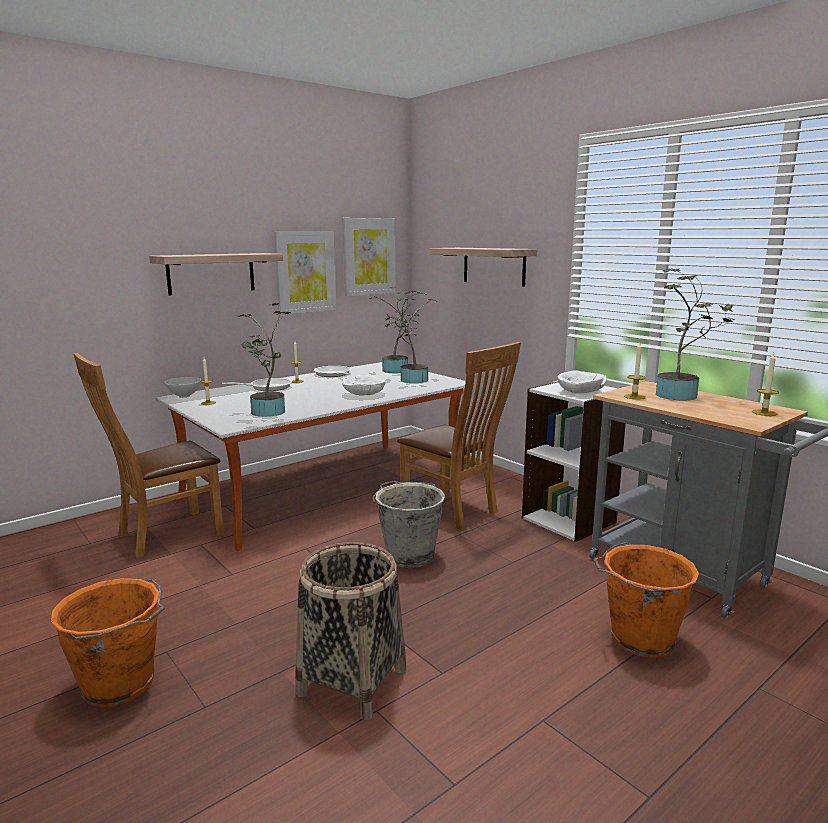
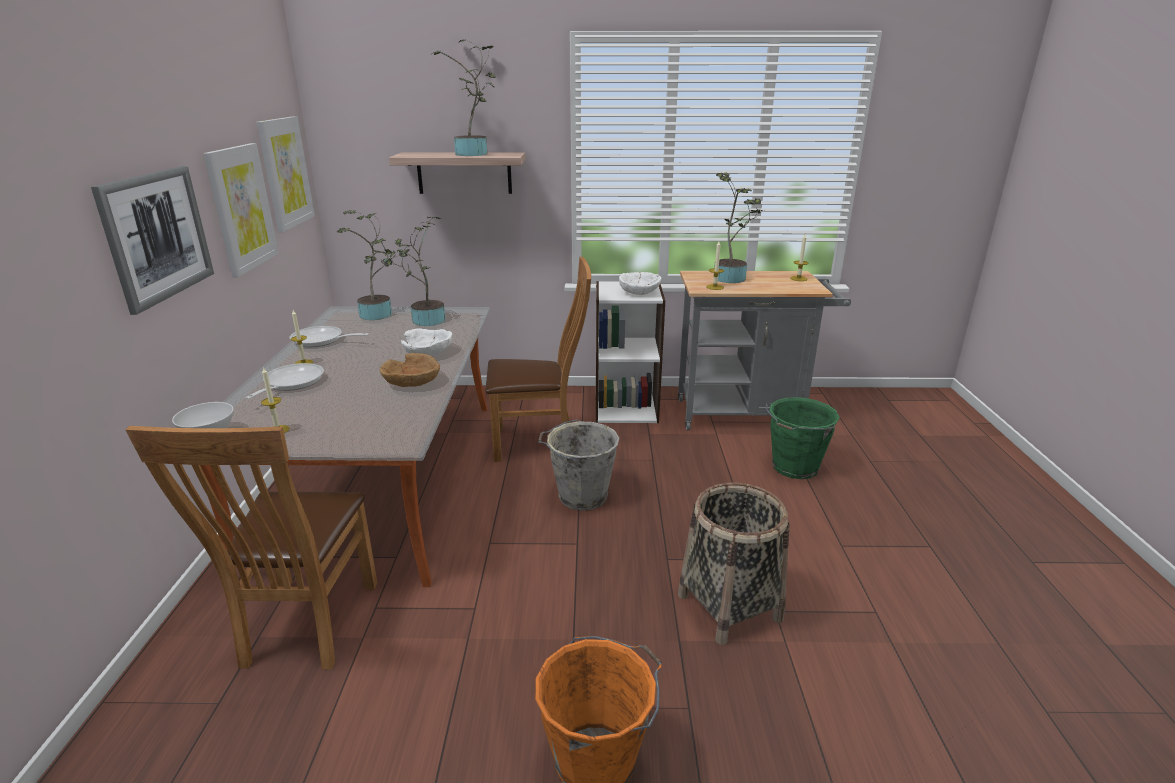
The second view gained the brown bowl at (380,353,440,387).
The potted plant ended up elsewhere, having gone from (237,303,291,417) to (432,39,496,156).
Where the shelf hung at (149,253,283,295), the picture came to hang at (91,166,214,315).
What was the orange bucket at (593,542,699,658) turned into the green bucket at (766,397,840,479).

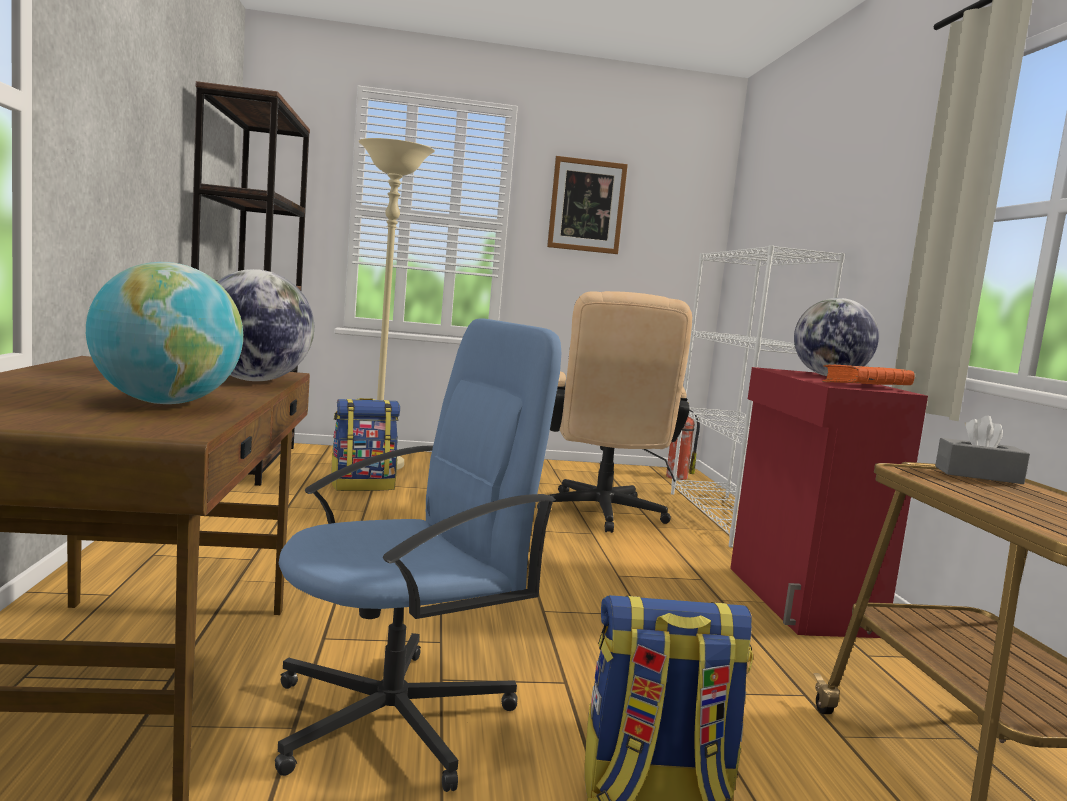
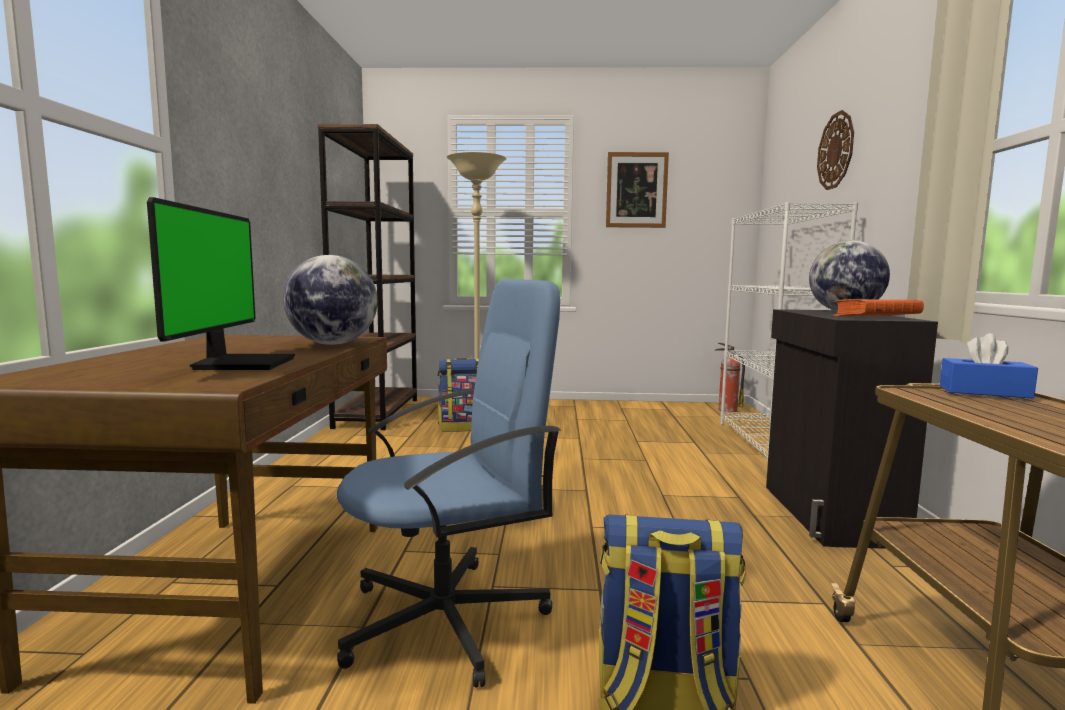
The second view lost the beige office chair at (537,291,692,533).
The second view gained the wall clock at (817,110,854,190).
Where the globe stood at (86,262,243,404), the monitor came to stand at (147,197,295,370).
What was the red cabinet at (730,367,928,638) turned into the black cabinet at (766,309,938,549).
What was the grey tissue box at (935,415,1030,484) turned into the blue tissue box at (940,333,1038,399).

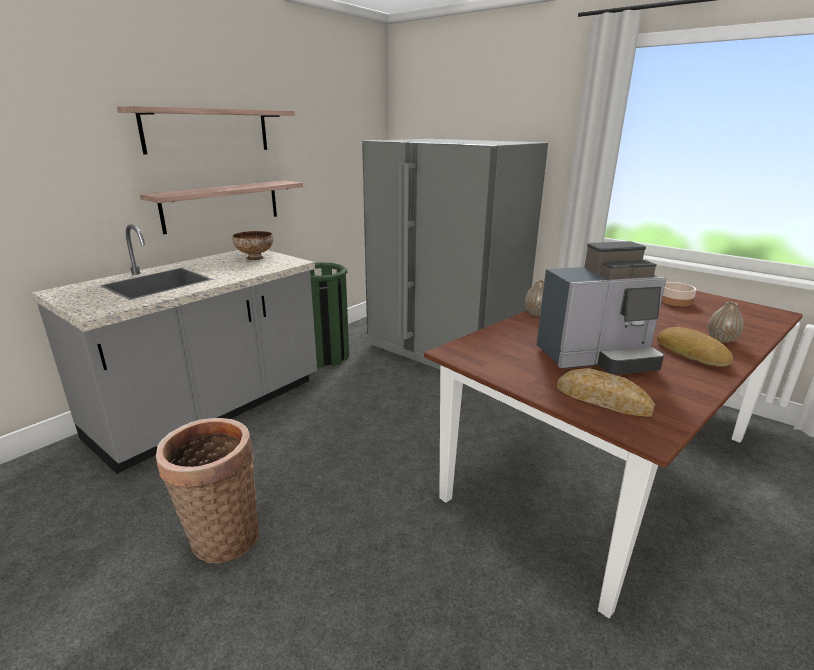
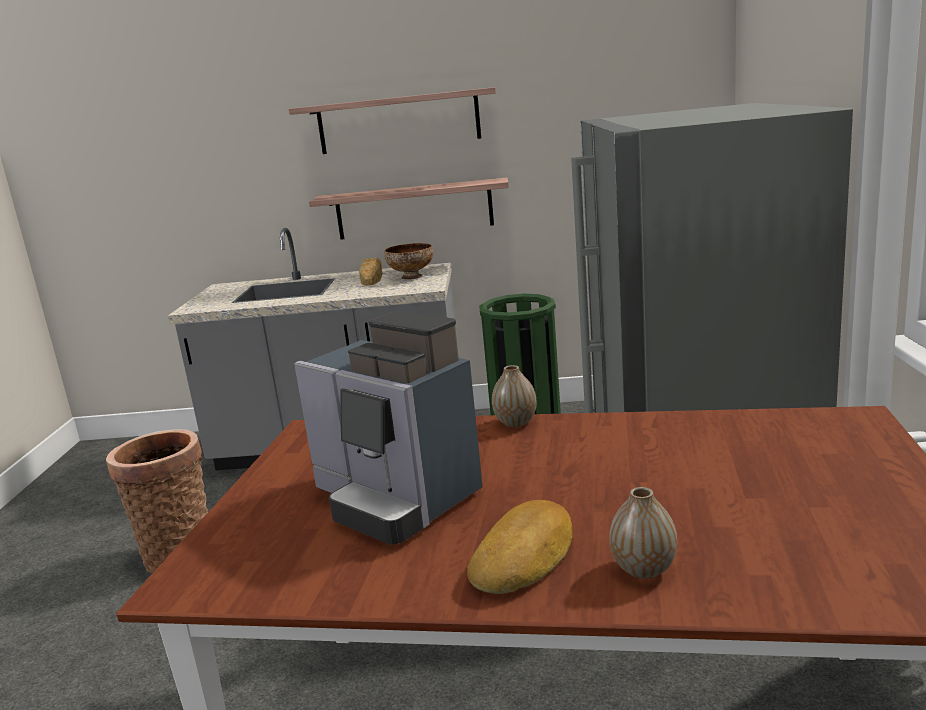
The second view lost the bowl at (661,282,696,306).
The bread ended up elsewhere, having gone from (557,368,655,417) to (359,258,383,286).

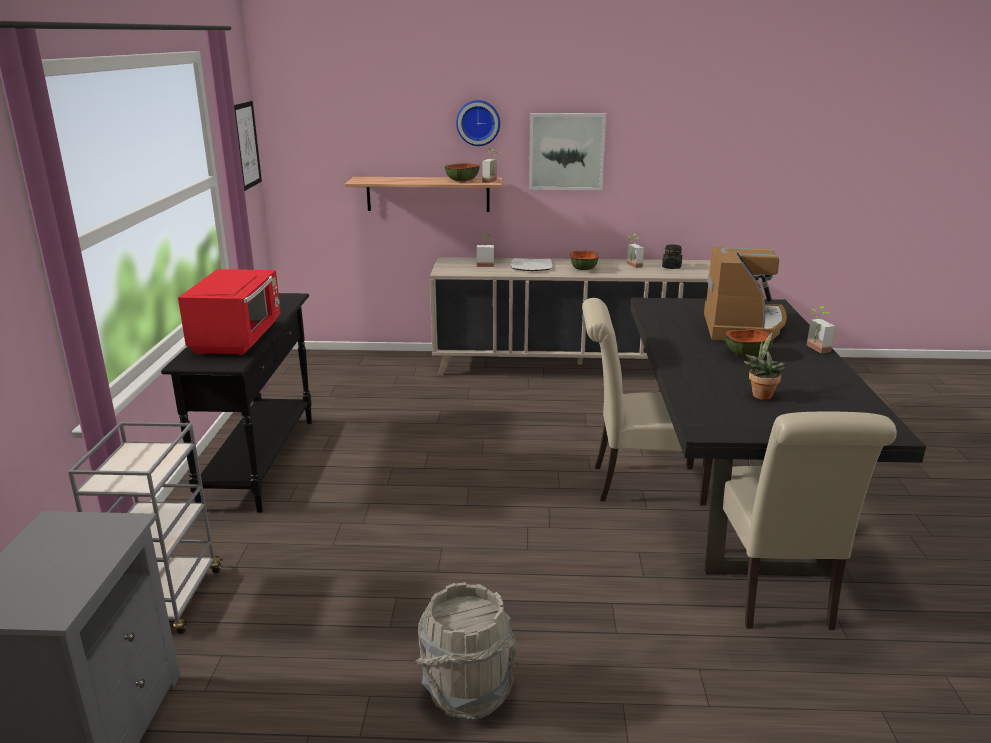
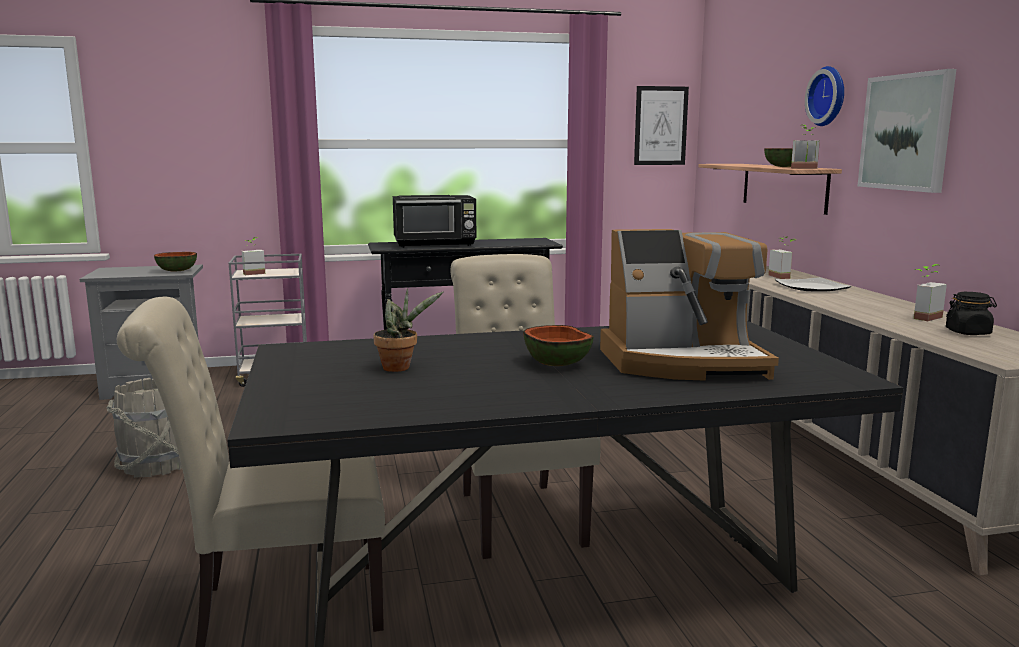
The bowl ended up elsewhere, having gone from (570,251,598,270) to (154,252,197,271).
The potted plant ended up elsewhere, having gone from (807,306,835,353) to (242,237,265,275).
What was the red microwave at (178,269,281,355) turned into the black microwave at (393,195,476,248).

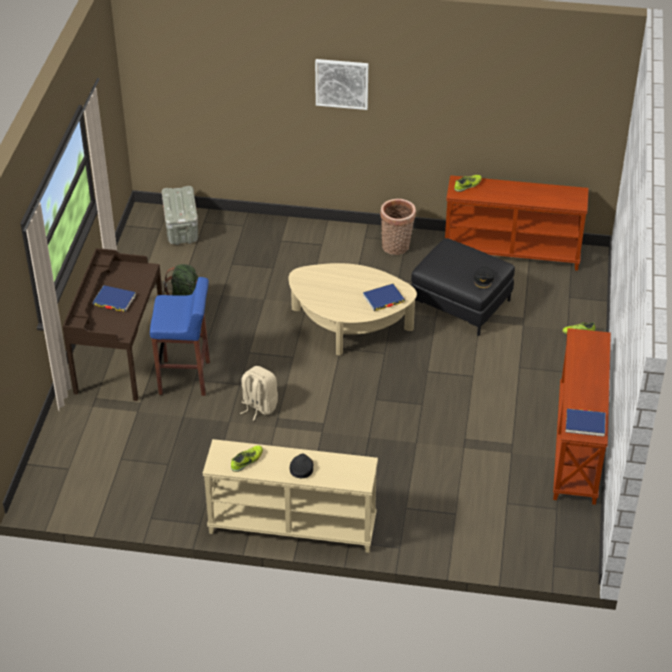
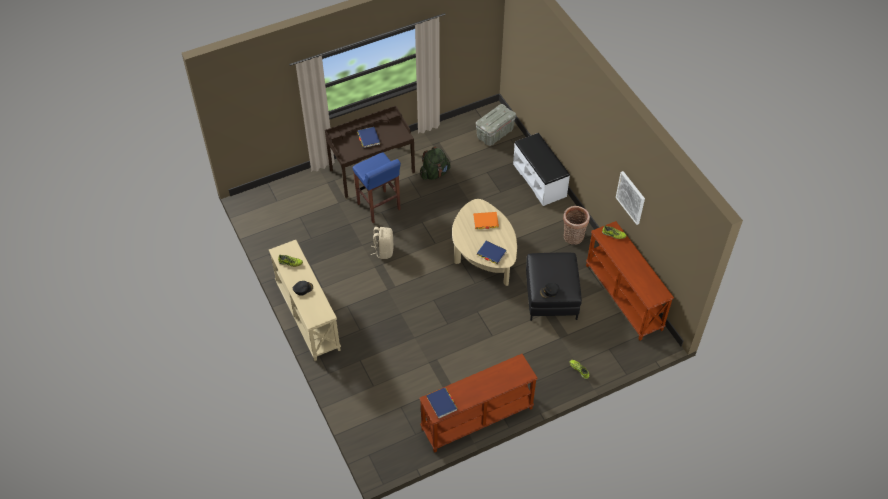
The second view gained the orange book at (473,212,499,229).
The second view gained the white bench at (513,133,570,206).
The picture ended up elsewhere, having gone from (315,59,368,110) to (616,171,645,225).

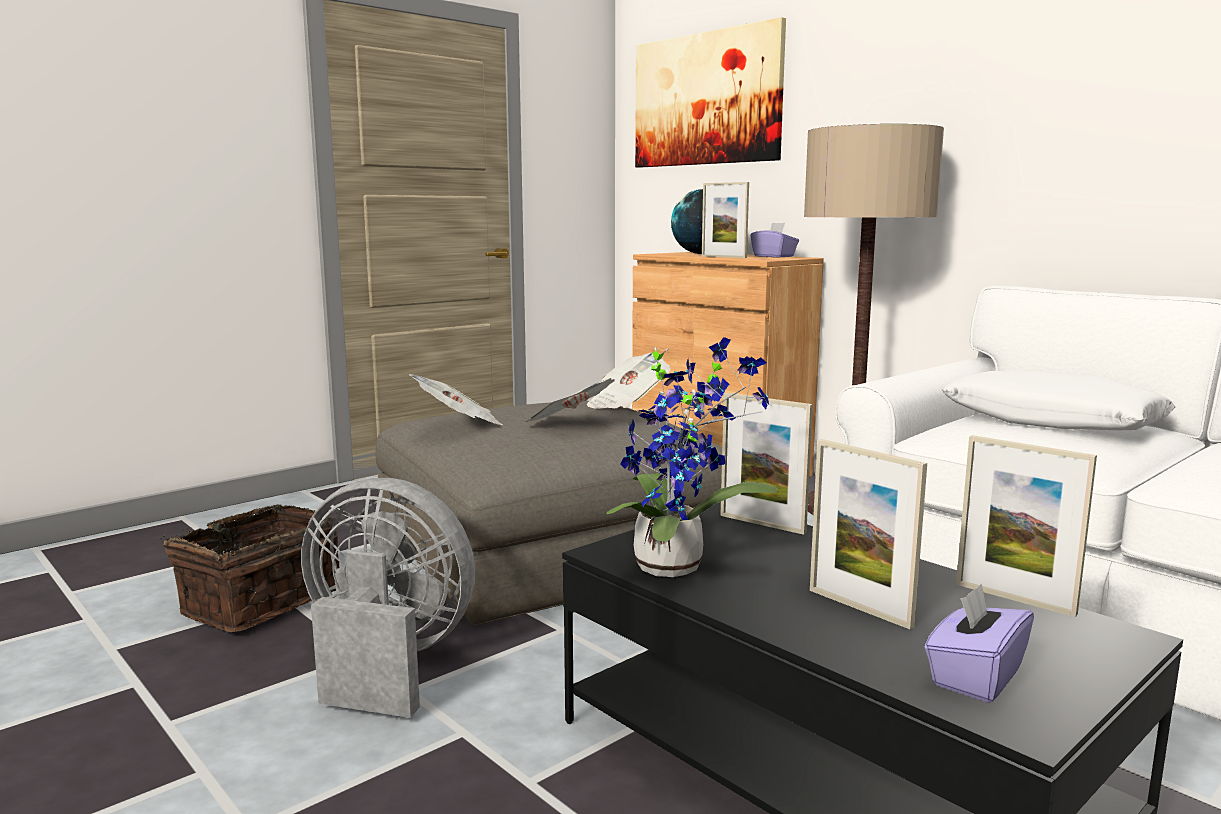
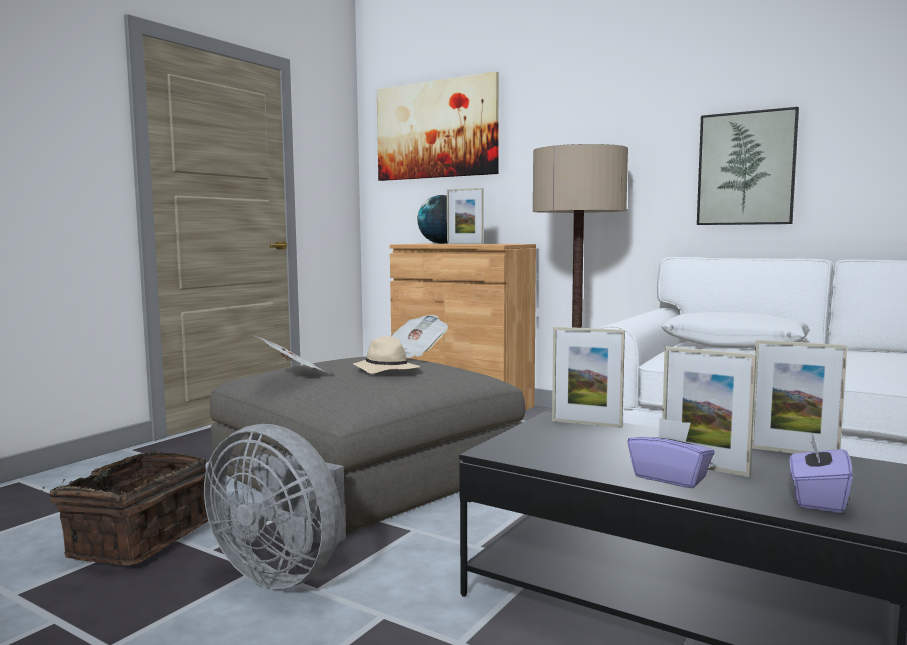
The second view lost the potted plant at (606,337,778,577).
The second view gained the picture at (697,107,799,225).
The purple tissue box ended up elsewhere, having gone from (750,223,799,258) to (627,418,715,488).
Where the newspaper stood at (525,378,615,422), the beige hat came to stand at (353,336,420,374).
The grey fan at (301,478,475,718) ended up facing another way, 150 degrees counterclockwise from before.

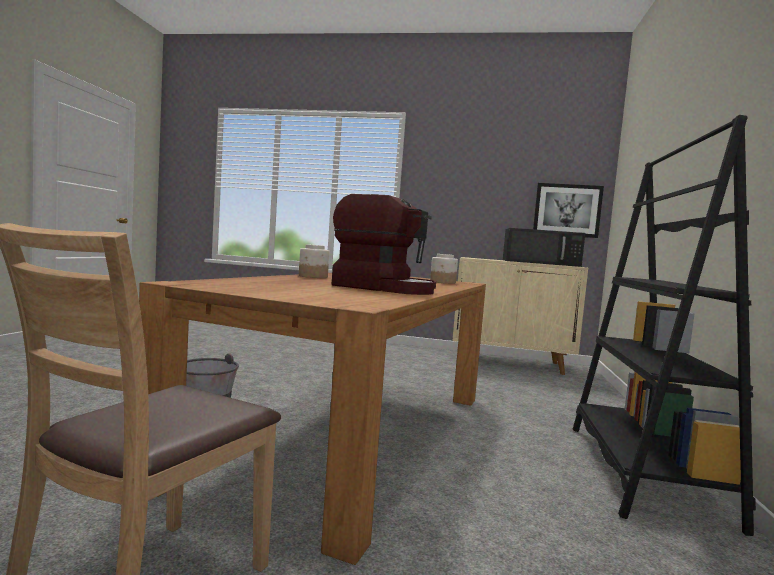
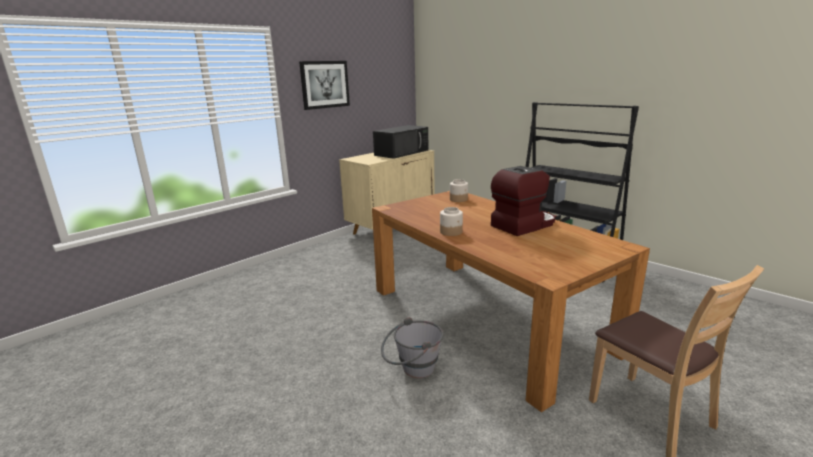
The picture ended up elsewhere, having gone from (533,183,604,238) to (299,61,350,110).

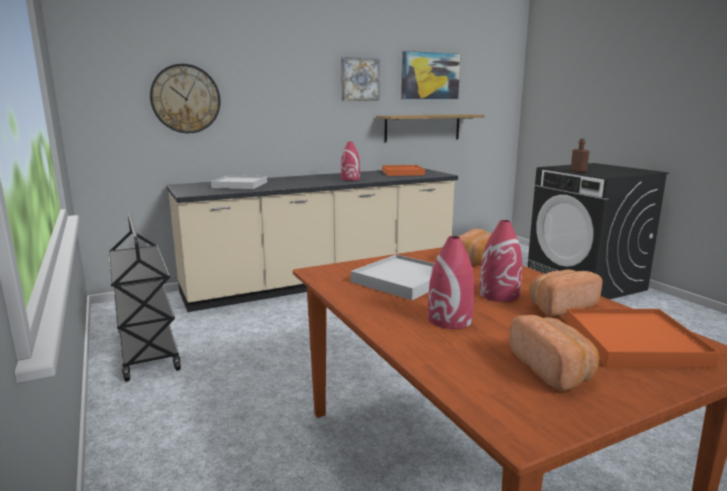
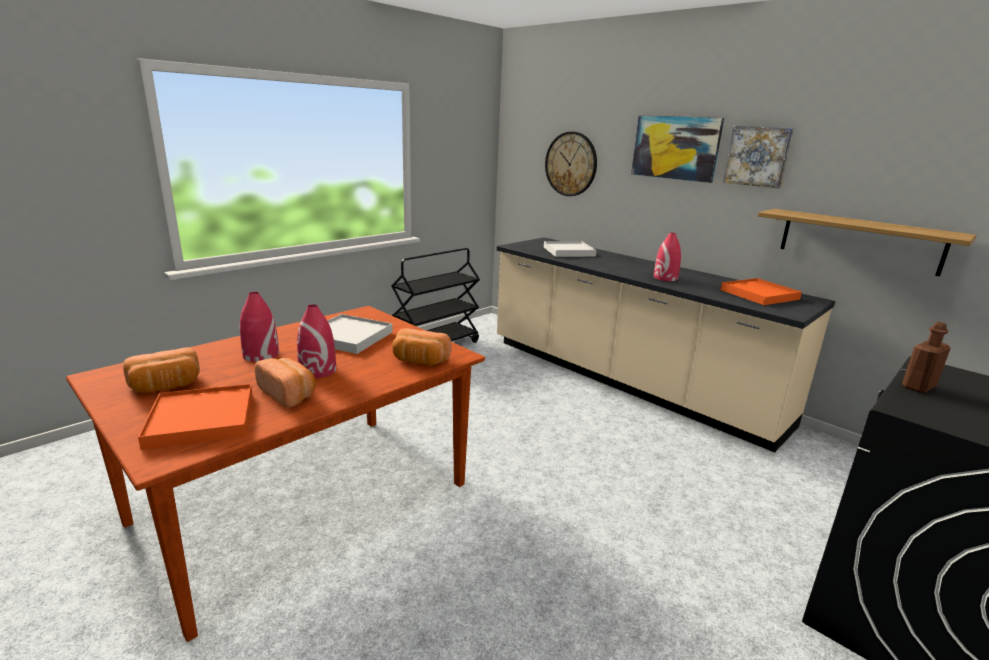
The picture ended up elsewhere, having gone from (401,51,461,99) to (631,115,724,183).

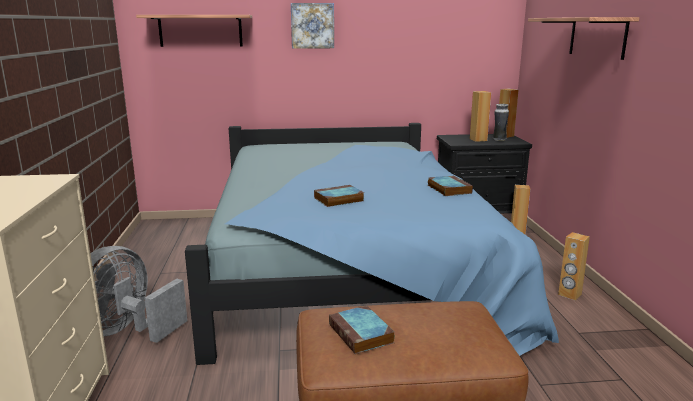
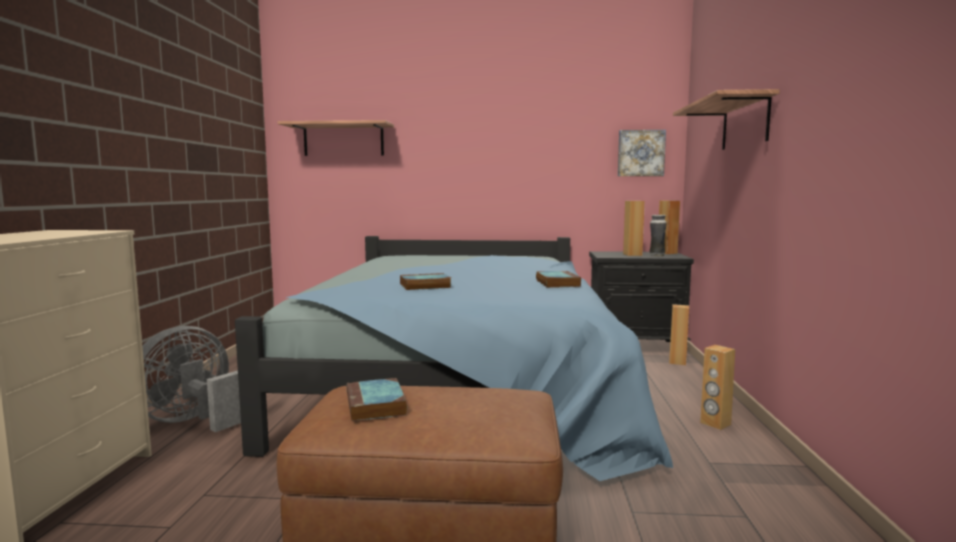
The picture ended up elsewhere, having gone from (291,3,334,49) to (618,130,666,176).

